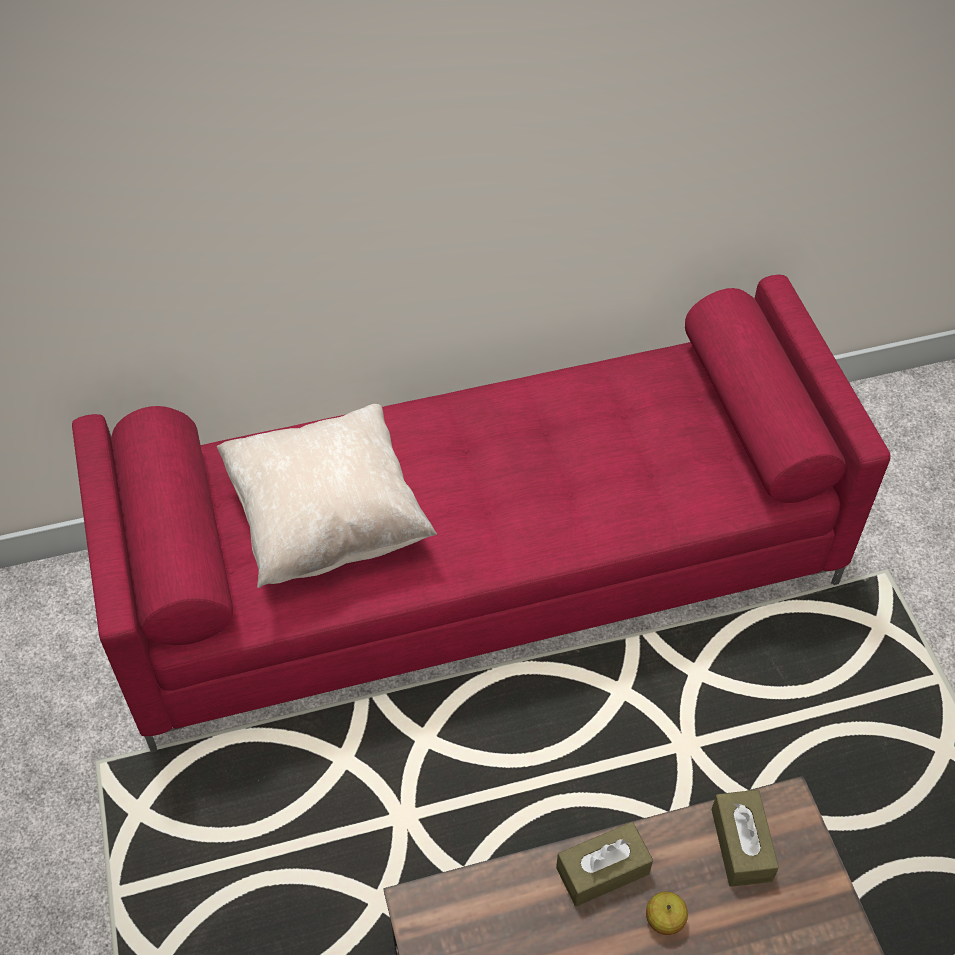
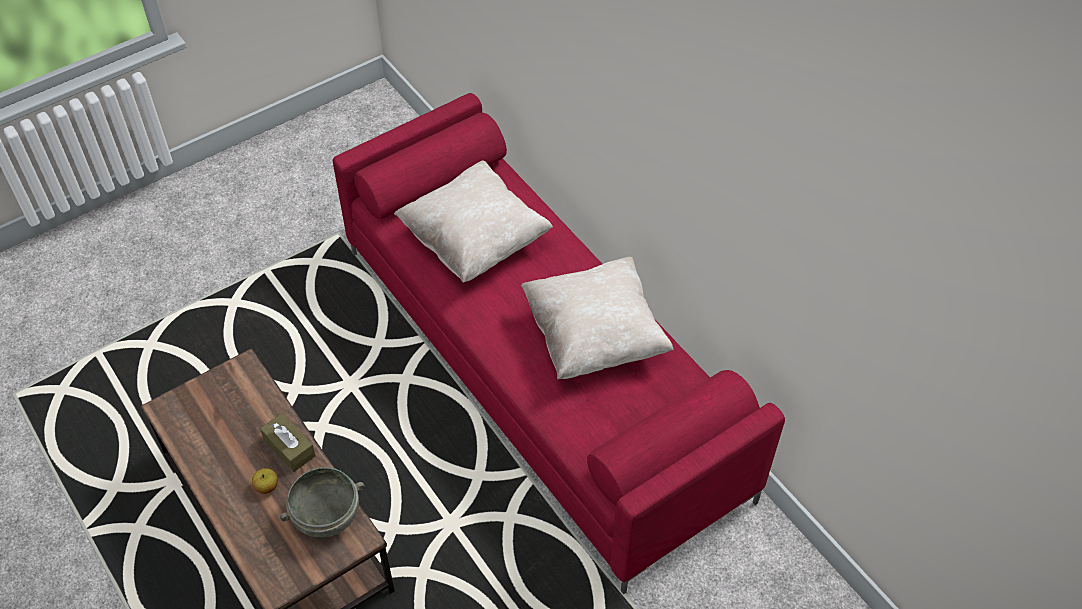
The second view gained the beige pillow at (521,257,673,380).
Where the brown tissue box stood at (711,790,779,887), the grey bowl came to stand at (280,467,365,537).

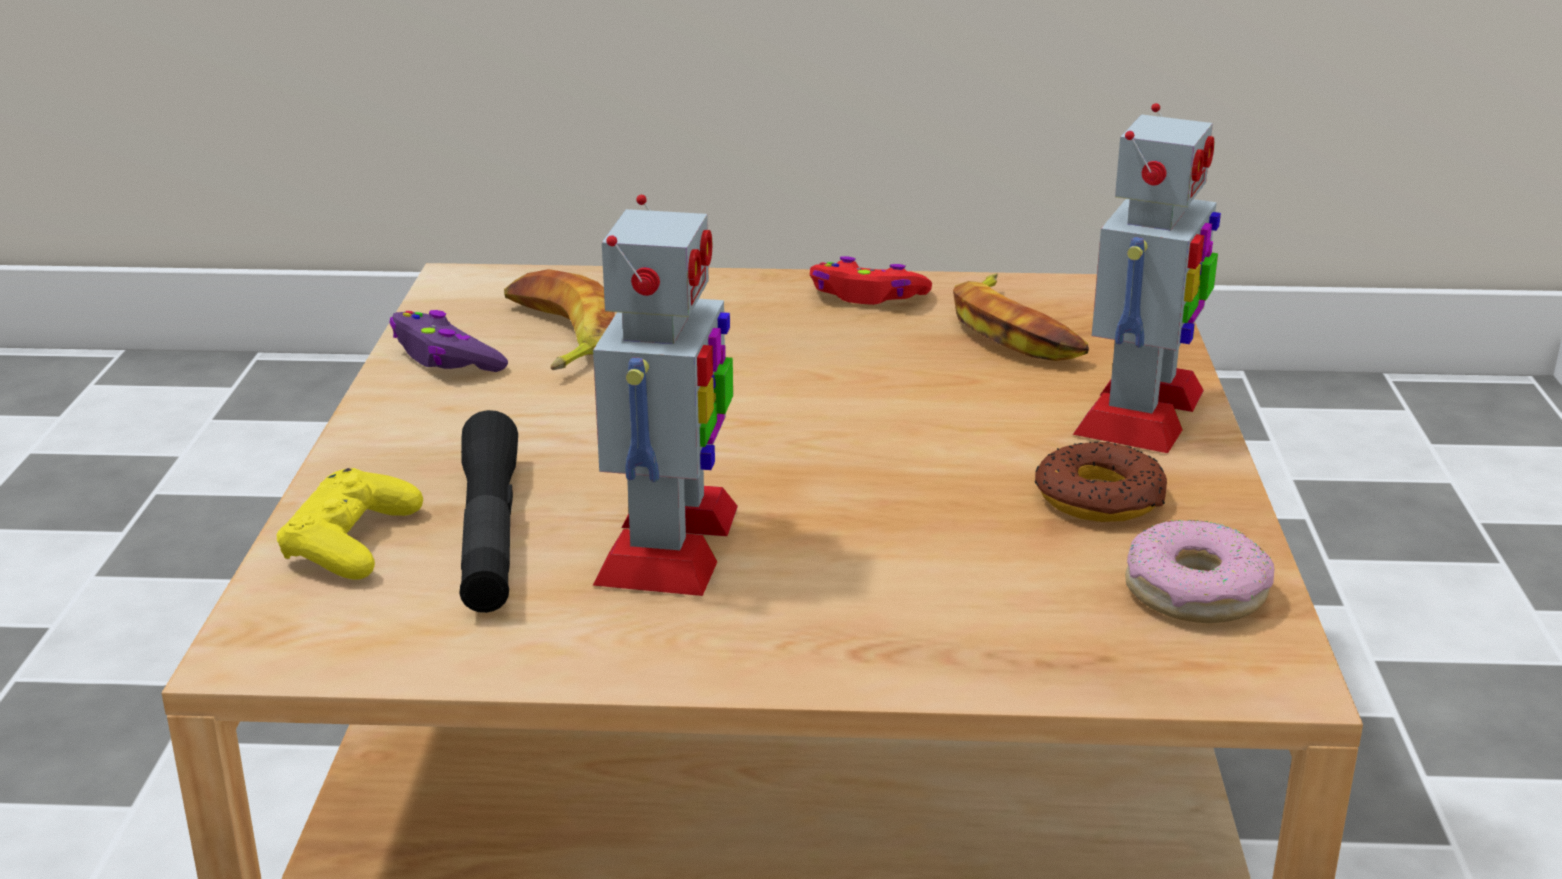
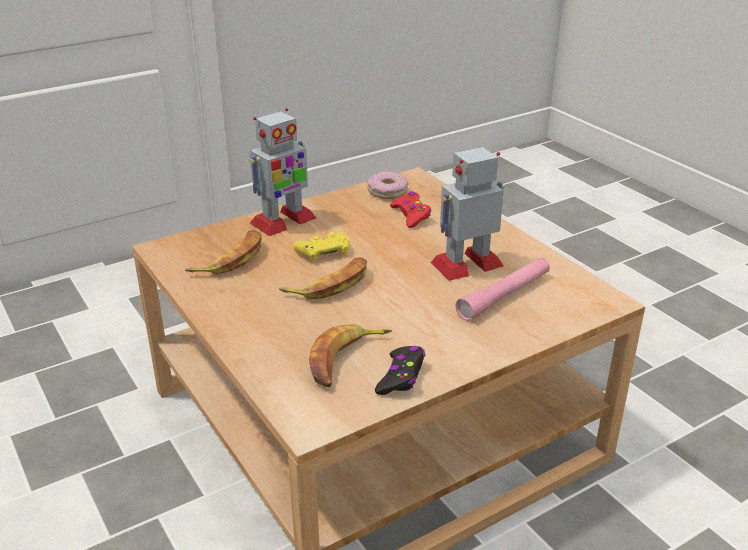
The second view lost the donut at (1034,442,1167,522).
The second view gained the banana at (279,257,367,299).
The yellow game controller ended up elsewhere, having gone from (276,468,423,580) to (293,232,350,262).
The red game controller ended up elsewhere, having gone from (810,256,932,305) to (390,191,431,228).
What was the purple game controller at (390,310,508,372) turned into the black game controller at (375,346,425,395).
What was the black flashlight at (459,410,518,613) turned into the pink flashlight at (455,258,550,321).
The toy robot at (1073,103,1221,453) ended up facing another way, 150 degrees clockwise from before.

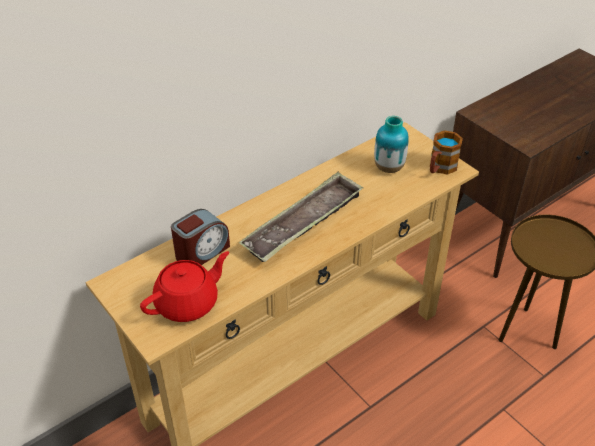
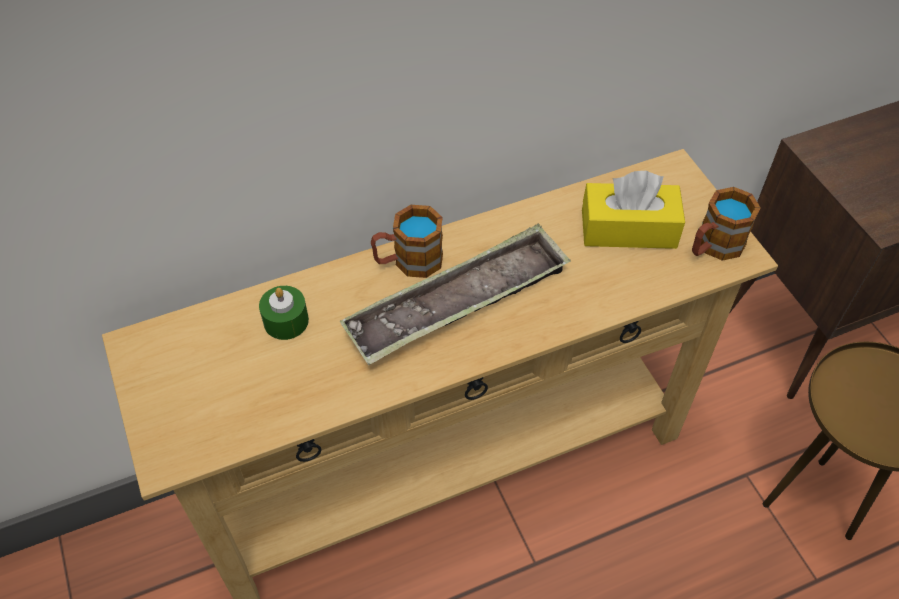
The second view lost the red teapot at (140,251,229,322).
The second view gained the mug at (371,205,443,278).
Where the alarm clock stood at (171,209,230,265), the green candle came to stand at (259,286,309,340).
Where the vase stood at (374,116,409,173), the yellow tissue box came to stand at (582,171,685,249).

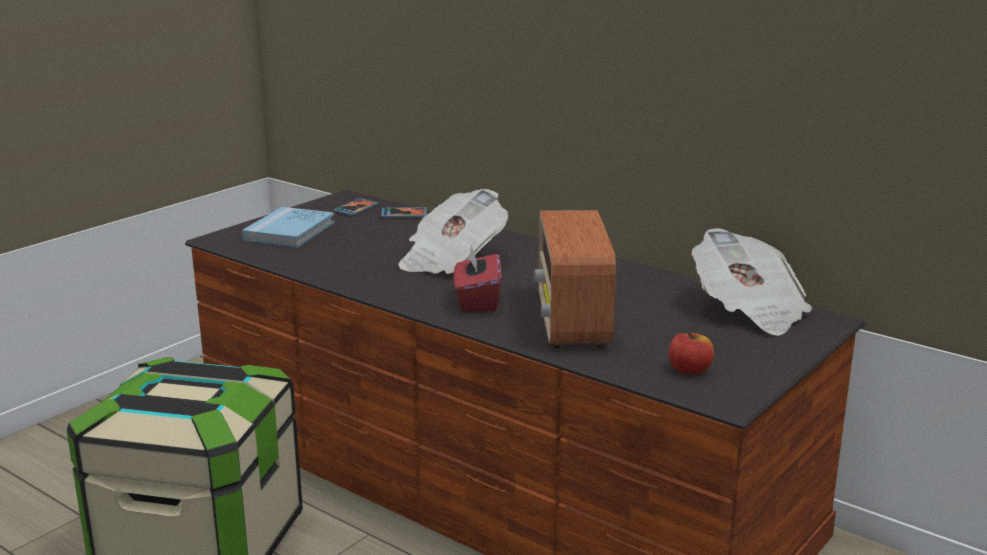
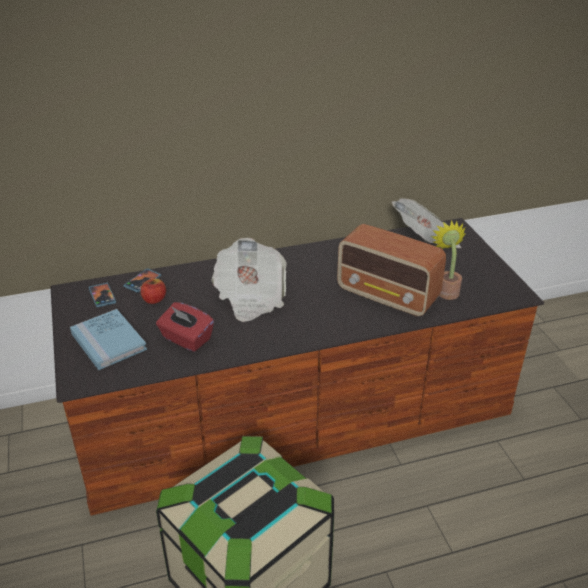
The second view gained the potted plant at (431,220,466,300).
The red tissue box ended up elsewhere, having gone from (454,245,501,312) to (156,302,214,352).
The apple ended up elsewhere, having gone from (669,333,714,375) to (140,279,166,304).

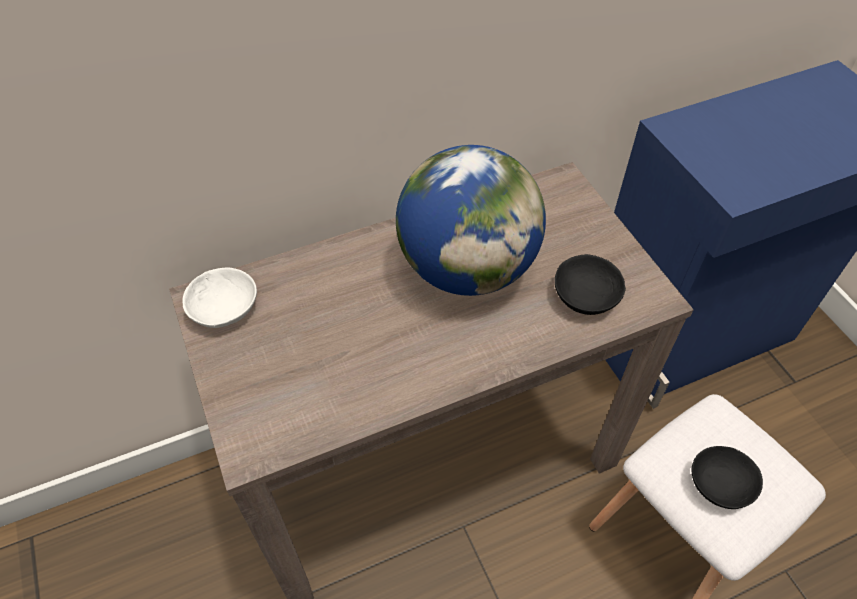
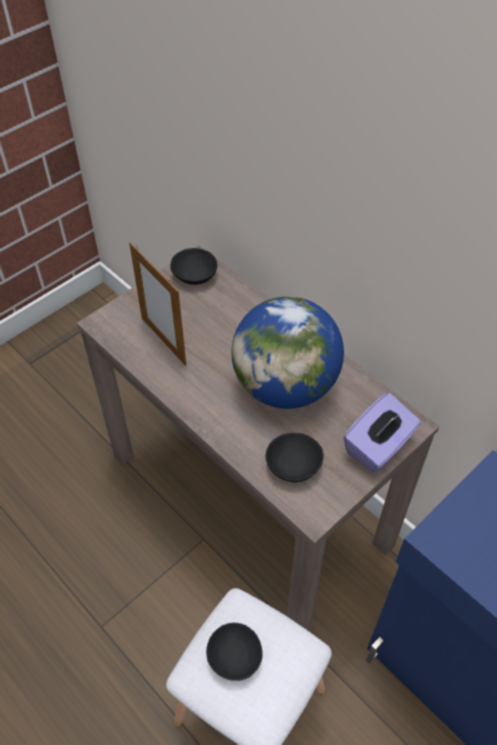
The second view gained the picture frame at (129,242,186,366).
The second view gained the purple tissue box at (344,393,421,473).
What was the white bowl at (182,268,257,328) turned into the black bowl at (170,248,218,285).

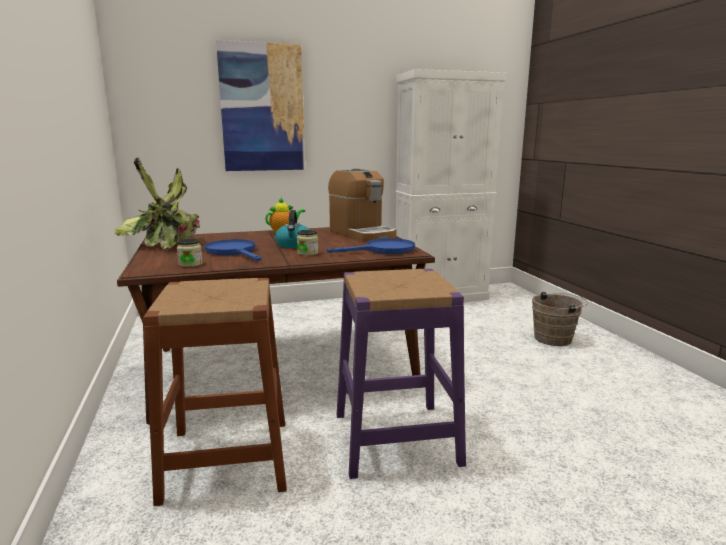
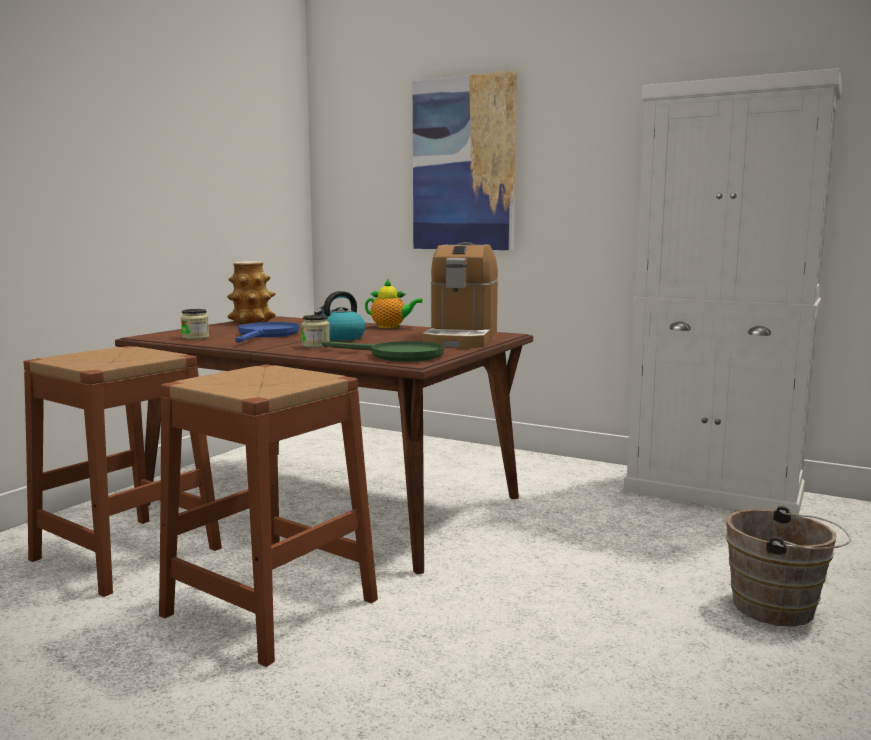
Where the potted plant stood at (114,157,200,250), the vase came to stand at (227,261,276,324).
What was the blue frying pan at (327,238,415,254) turned into the green frying pan at (322,341,444,361).
What was the purple stool at (337,269,466,479) turned into the brown stool at (159,364,378,667).

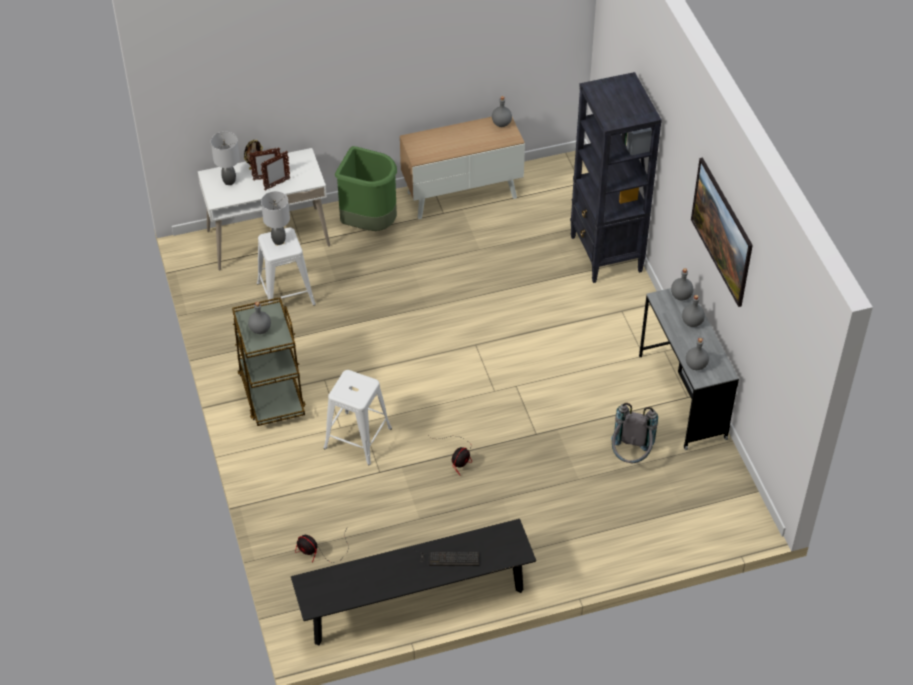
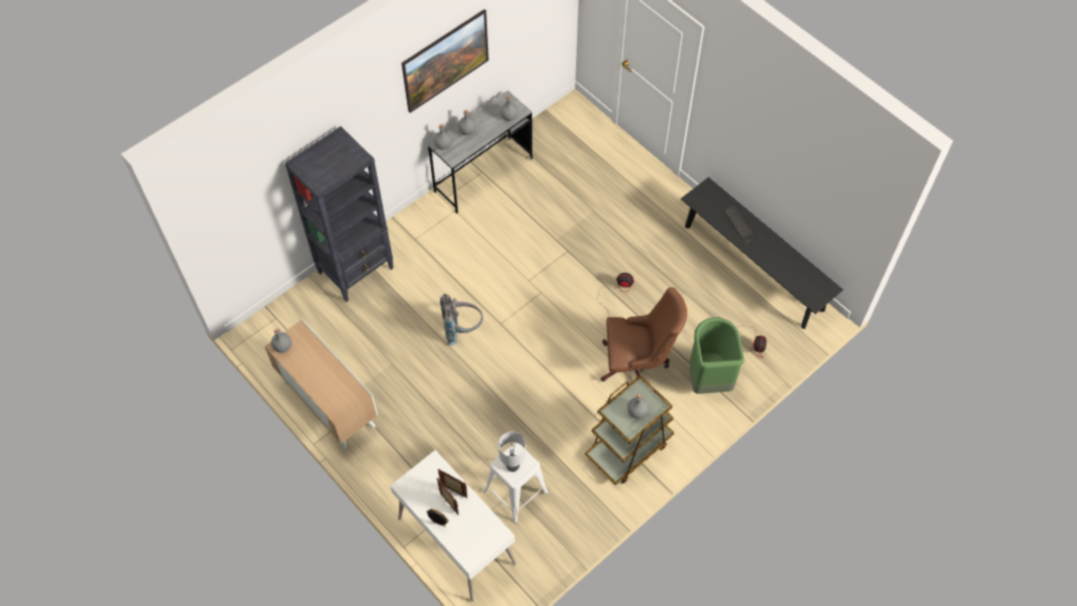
The second view lost the grey table lamp at (211,132,240,185).
The green trash can ended up elsewhere, having gone from (335,146,397,231) to (689,317,745,394).
The grey backpack ended up elsewhere, having gone from (611,403,658,463) to (440,294,483,346).
Where the white stool stood at (324,370,392,465), the brown office chair came to stand at (601,287,687,382).

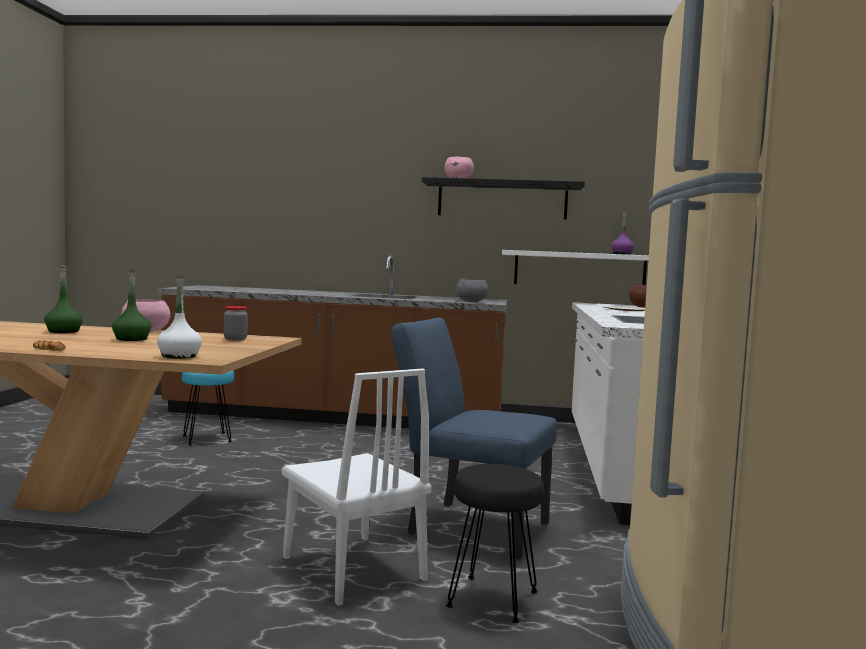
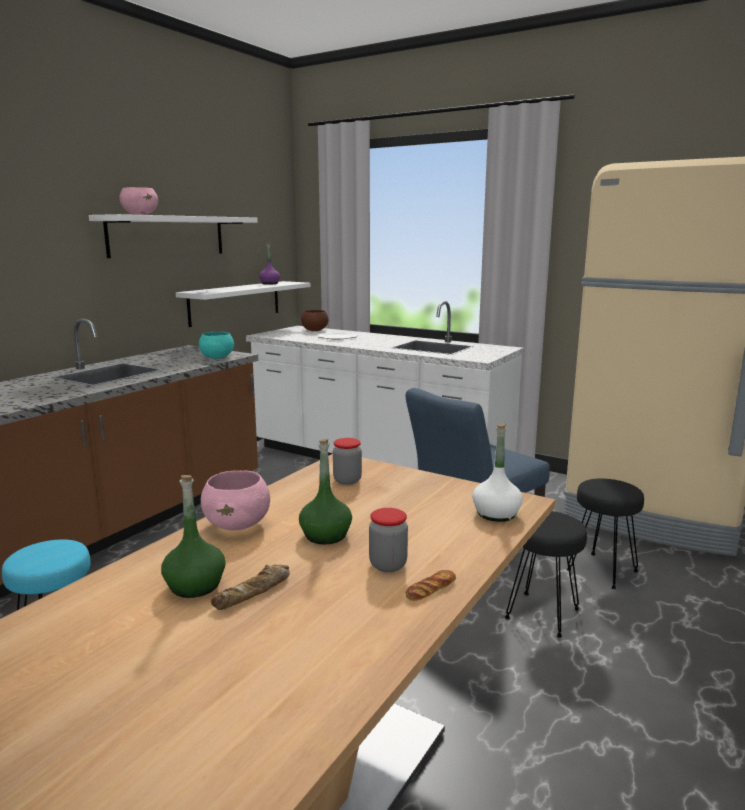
The second view gained the bread at (211,564,289,610).
The second view gained the jar at (369,508,408,572).
Where the white chair stood at (282,369,432,606), the black stool came to stand at (505,511,587,638).
What was the black shelf at (422,177,585,219) turned into the white shelf at (89,214,258,258).
What was the grey bowl at (456,279,489,302) turned into the turquoise bowl at (199,332,234,359).

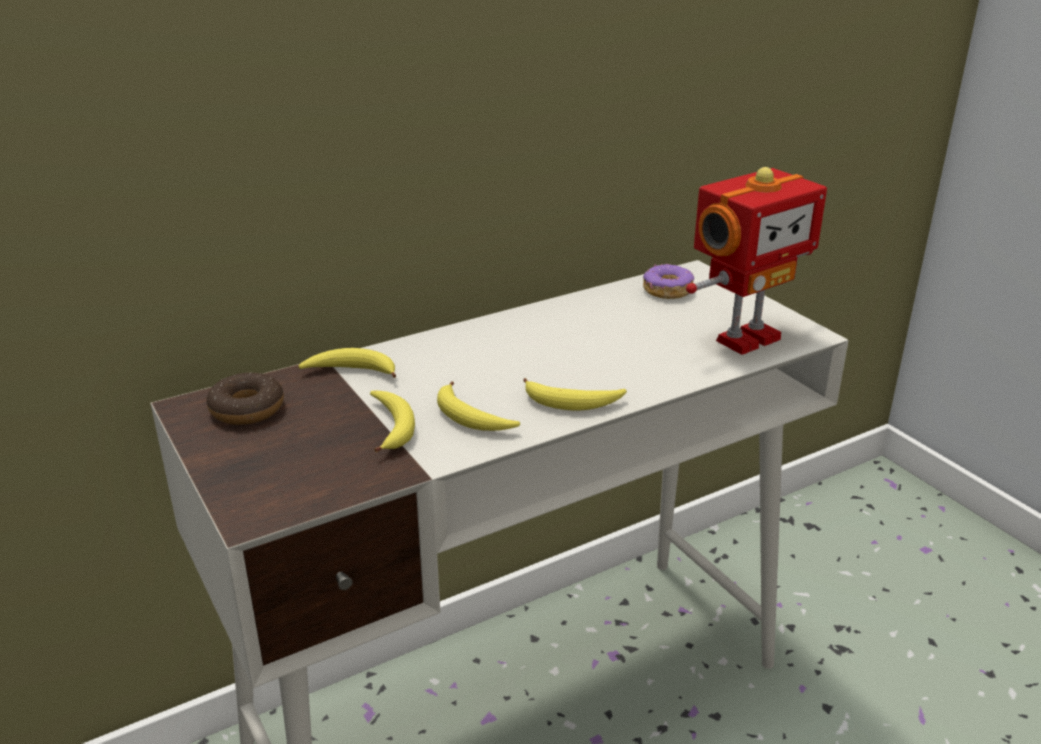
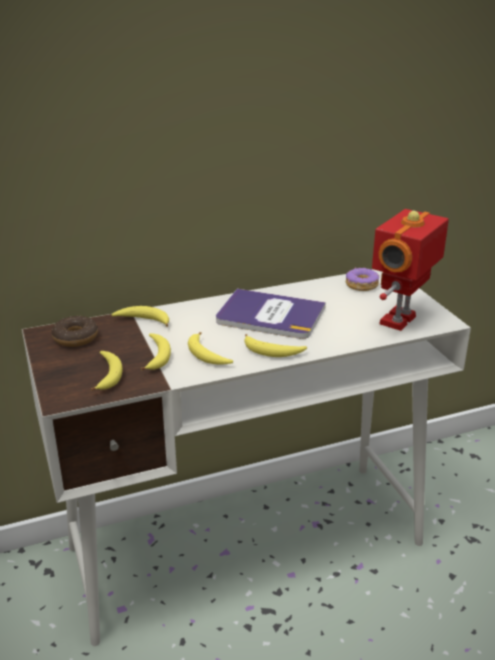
The second view gained the banana at (91,351,123,391).
The second view gained the book at (216,289,326,339).
The toy robot at (686,167,827,355) ended up facing another way, 150 degrees clockwise from before.

